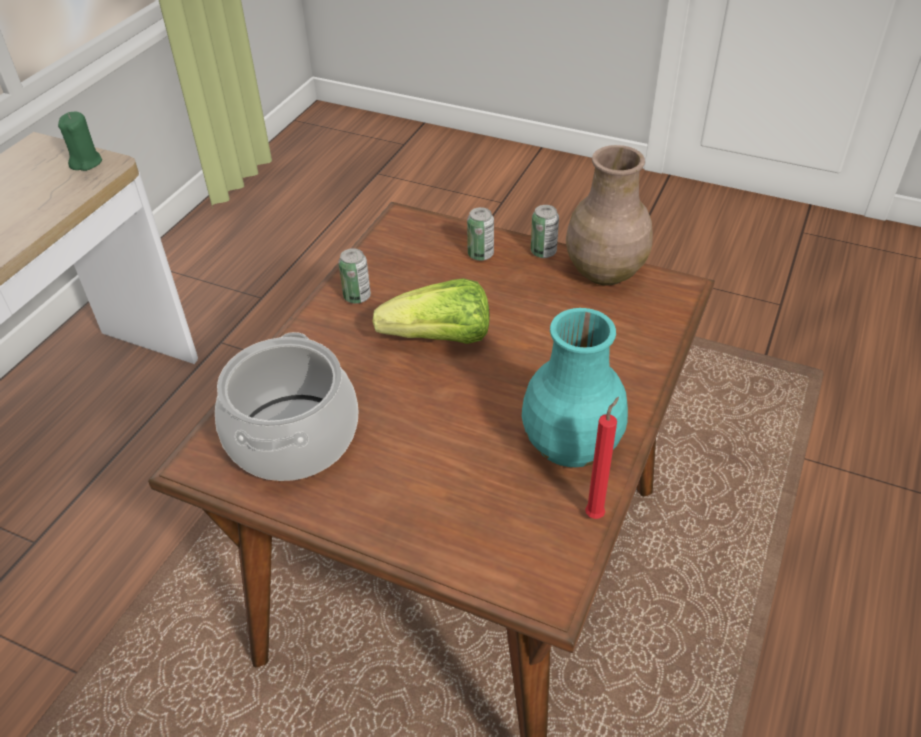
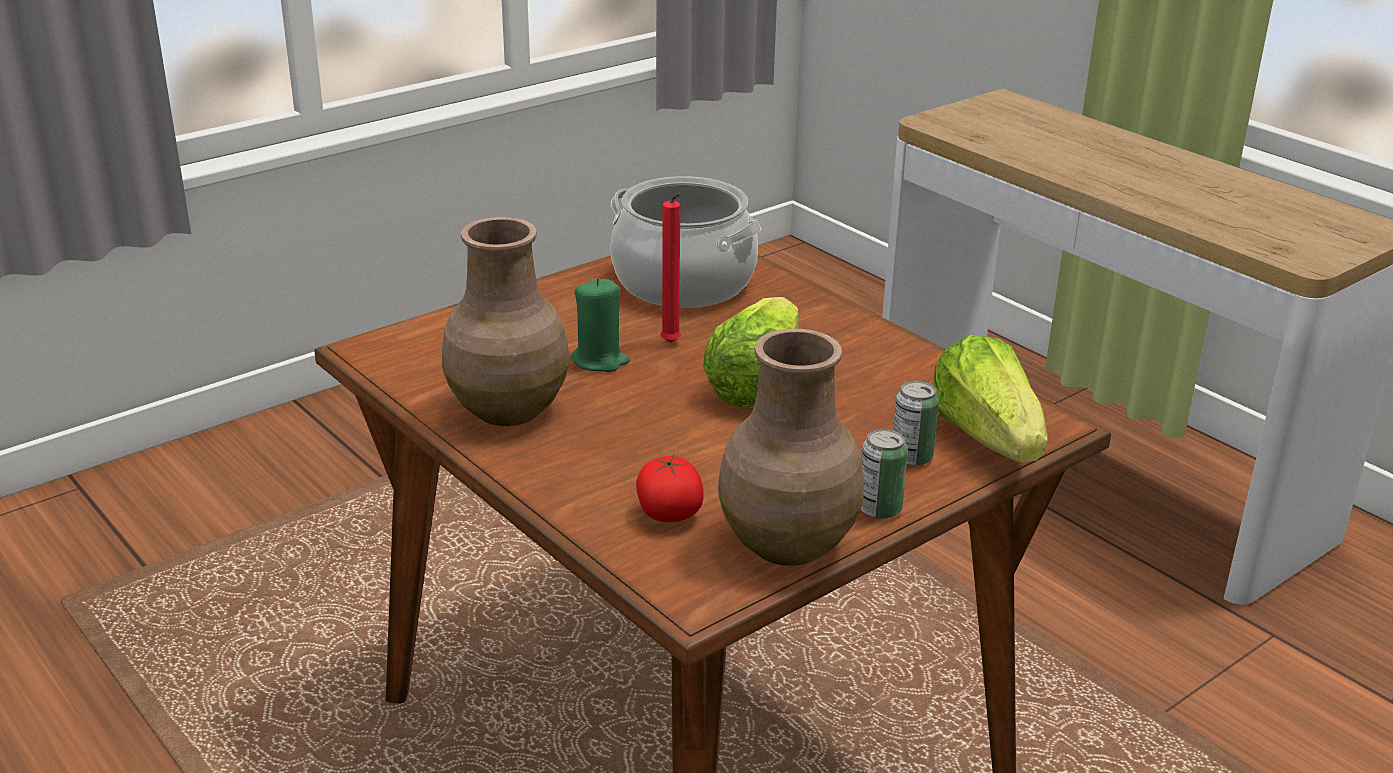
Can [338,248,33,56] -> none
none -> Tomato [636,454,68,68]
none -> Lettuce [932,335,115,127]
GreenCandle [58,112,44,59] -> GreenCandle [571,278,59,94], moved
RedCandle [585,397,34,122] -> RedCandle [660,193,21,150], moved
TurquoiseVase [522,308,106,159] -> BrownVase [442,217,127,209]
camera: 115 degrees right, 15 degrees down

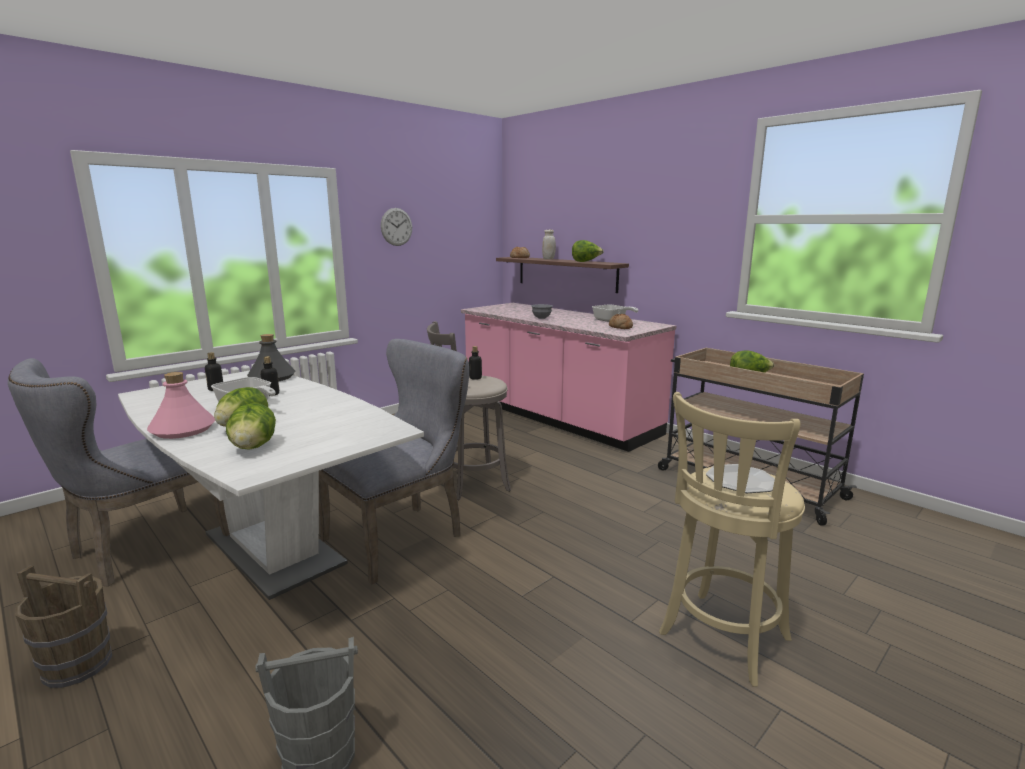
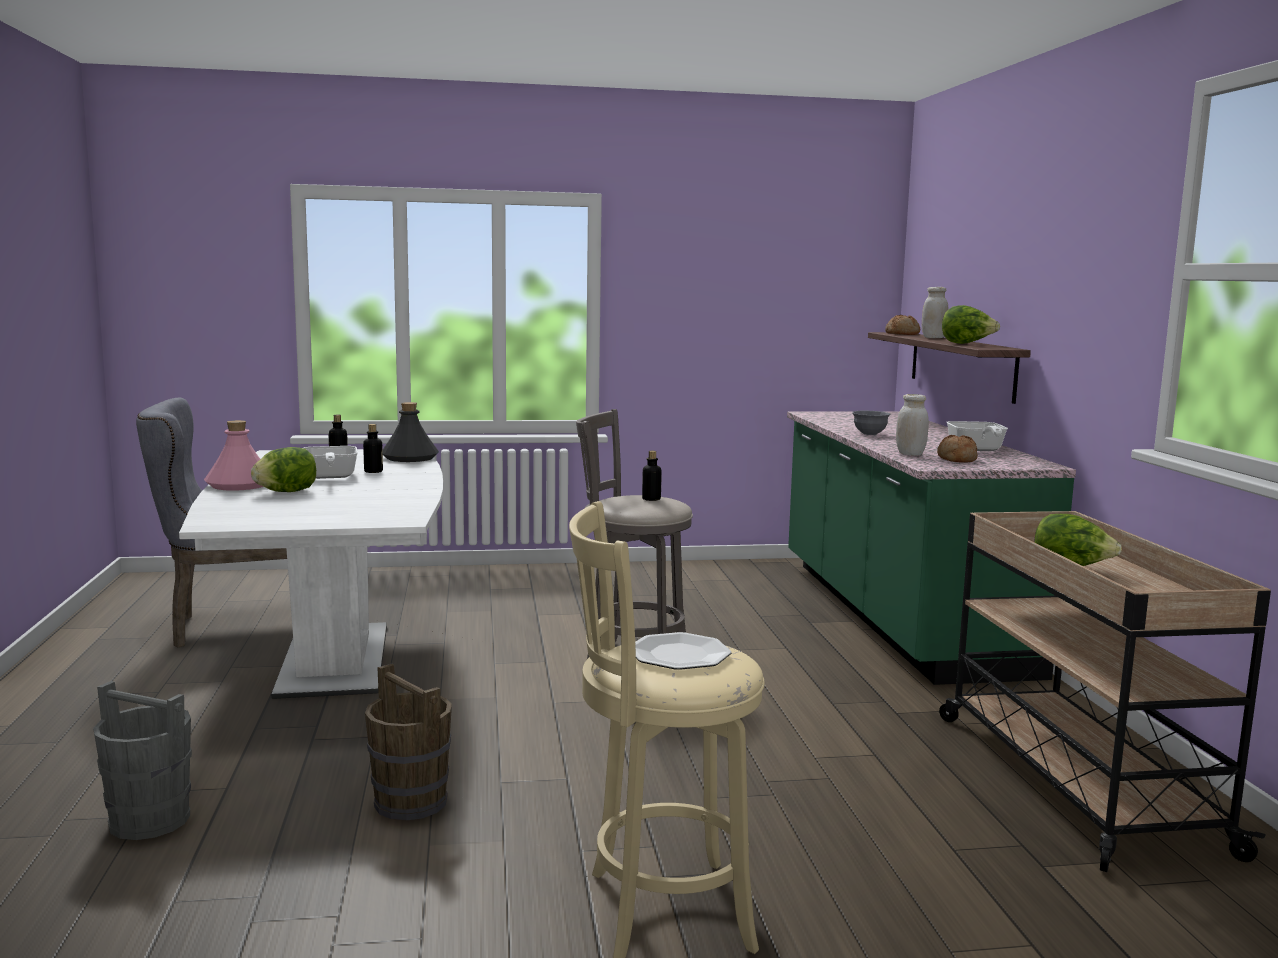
Lettuce [226,403,50,47] -> none
GreyChair [319,339,150,245] -> none
WallClock [381,208,31,38] -> none
none -> WhiteJar [896,394,33,62]
BrownBucket [15,565,97,123] -> BrownBucket [365,664,87,157], moved
PinkCounter [461,303,215,149] -> GreenCounter [787,411,289,274]
camera: 35 degrees right, 5 degrees down

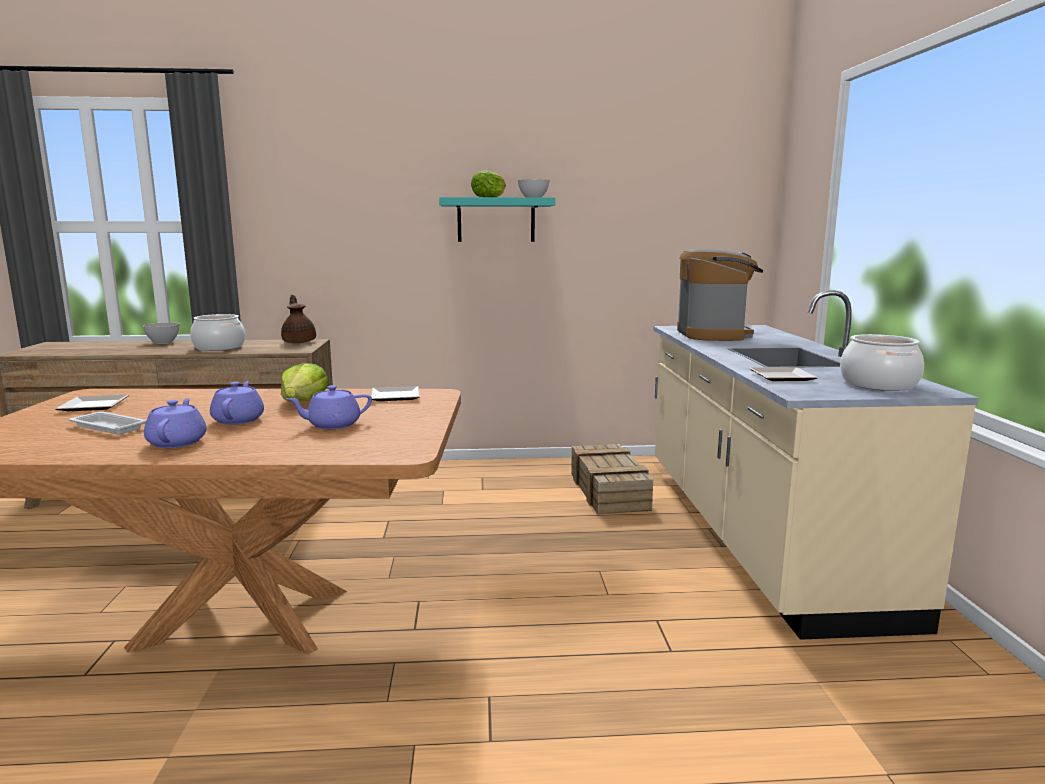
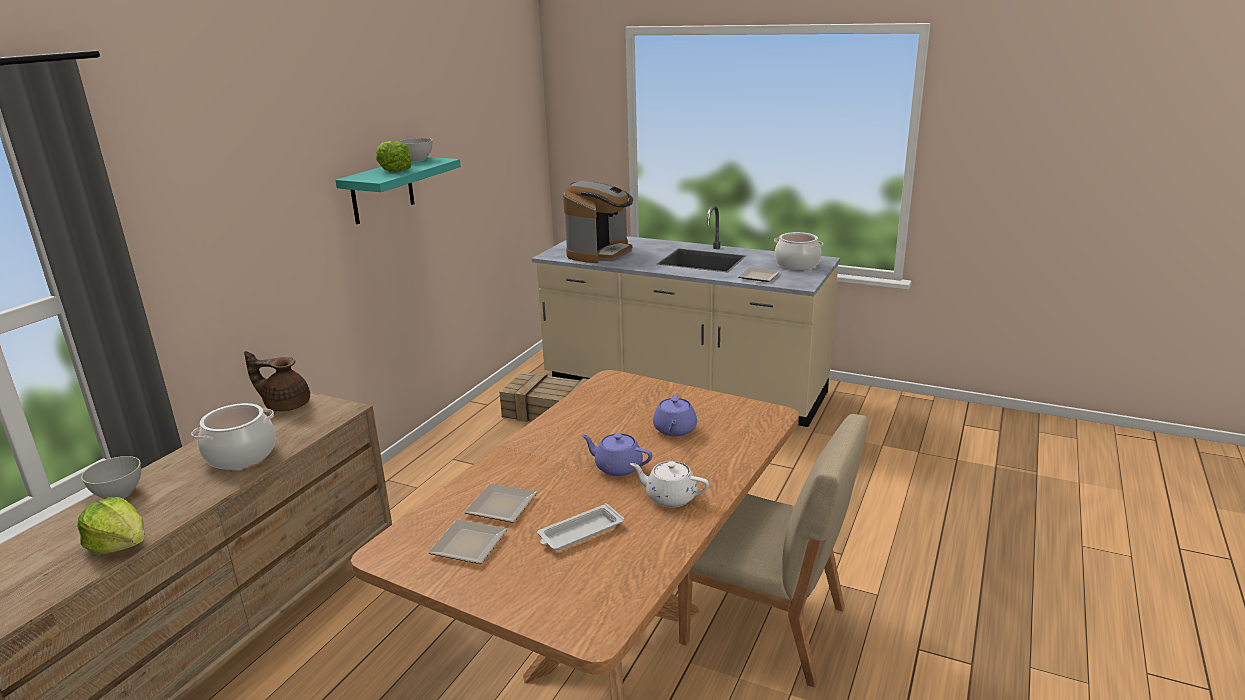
none -> BeigeChair [678,414,191,274]
Lettuce [281,363,48,39] -> Lettuce [78,497,67,57], moved
Plate [371,386,49,15] -> Plate [464,484,73,39], moved
PurpleTeapot [144,398,62,50] -> WhiteTeapot [630,461,79,46]
CoffeeMachine [677,249,86,92] -> CoffeeMachine [563,181,70,82], 90 degrees clockwise
camera: 60 degrees left, 10 degrees up

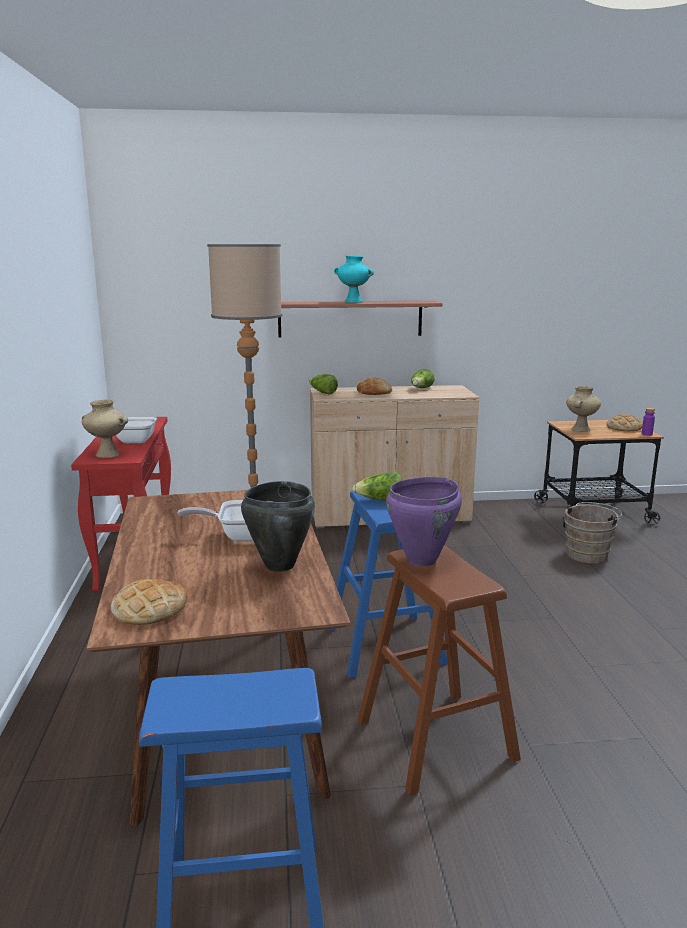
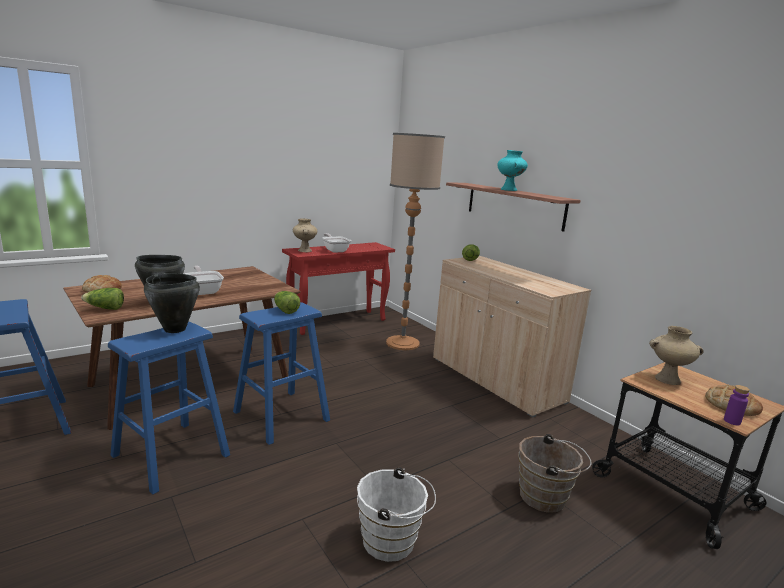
Bread [357,378,35,17] -> none
none -> WhiteBucket [357,467,79,95]
Lettuce [411,369,24,19] -> Lettuce [81,288,43,22], moved
BrownStool [357,545,164,251] -> BlueStool [108,322,122,172]
PurpleCookingPot [386,477,76,90] -> BlackCookingPot [144,273,56,60]
camera: 60 degrees right, 0 degrees up

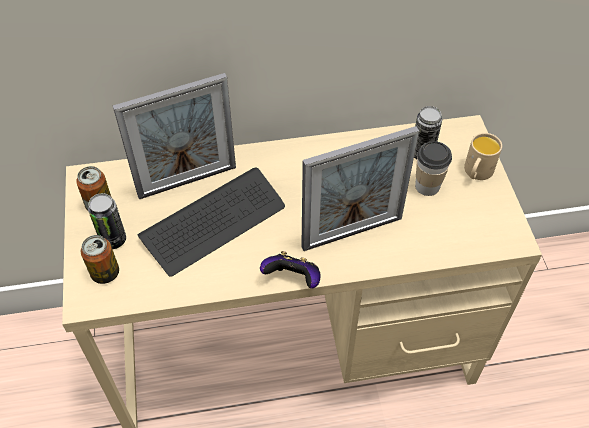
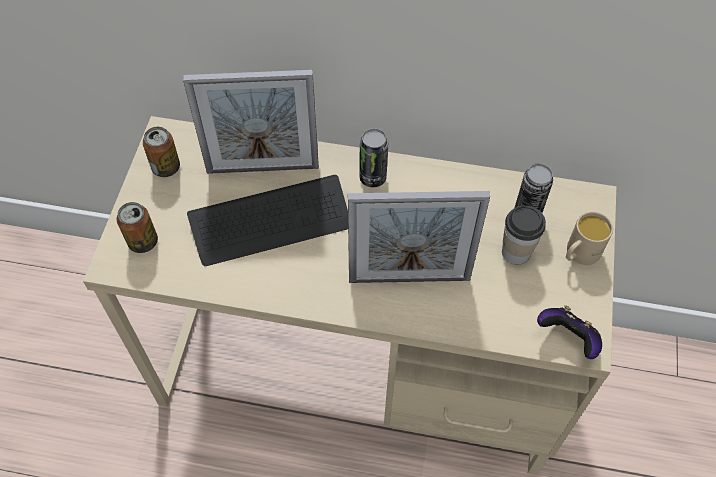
Can [88,193,38,56] -> Can [359,128,29,60], moved
GameController [260,251,61,37] -> GameController [537,305,65,54], moved
camera: 20 degrees right, 5 degrees up

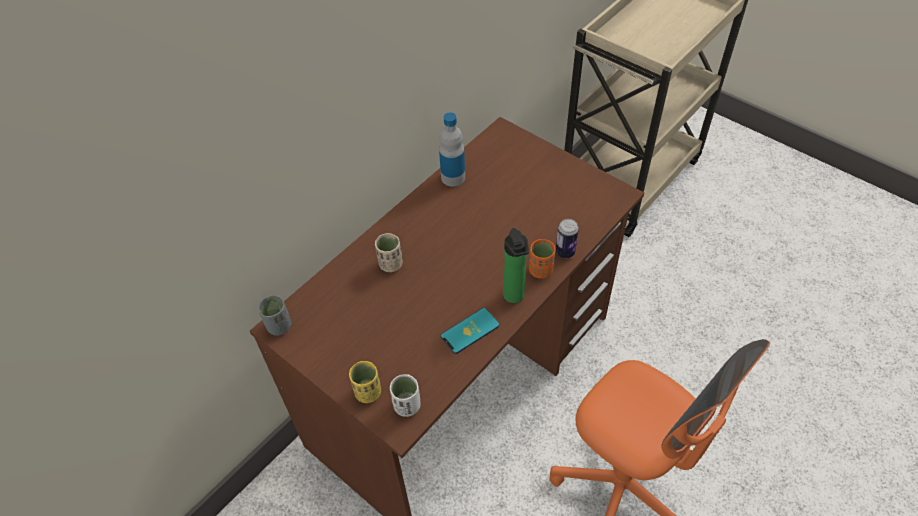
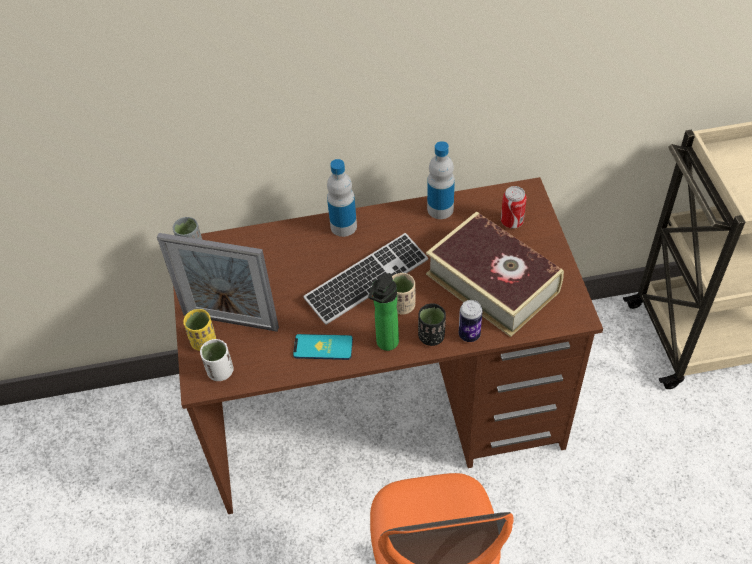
none -> PictureFrame [157,233,122,99]
none -> Keyboard [303,233,125,92]
none -> Bottle [327,159,30,78]
none -> Book [426,211,138,126]
none -> Can [501,186,25,42]
BeigeCup [375,233,28,39] -> BeigeCup [392,273,23,42], moved
OrangeCup [529,239,27,40] -> BlackCup [418,303,28,43]
camera: 40 degrees right, 0 degrees up

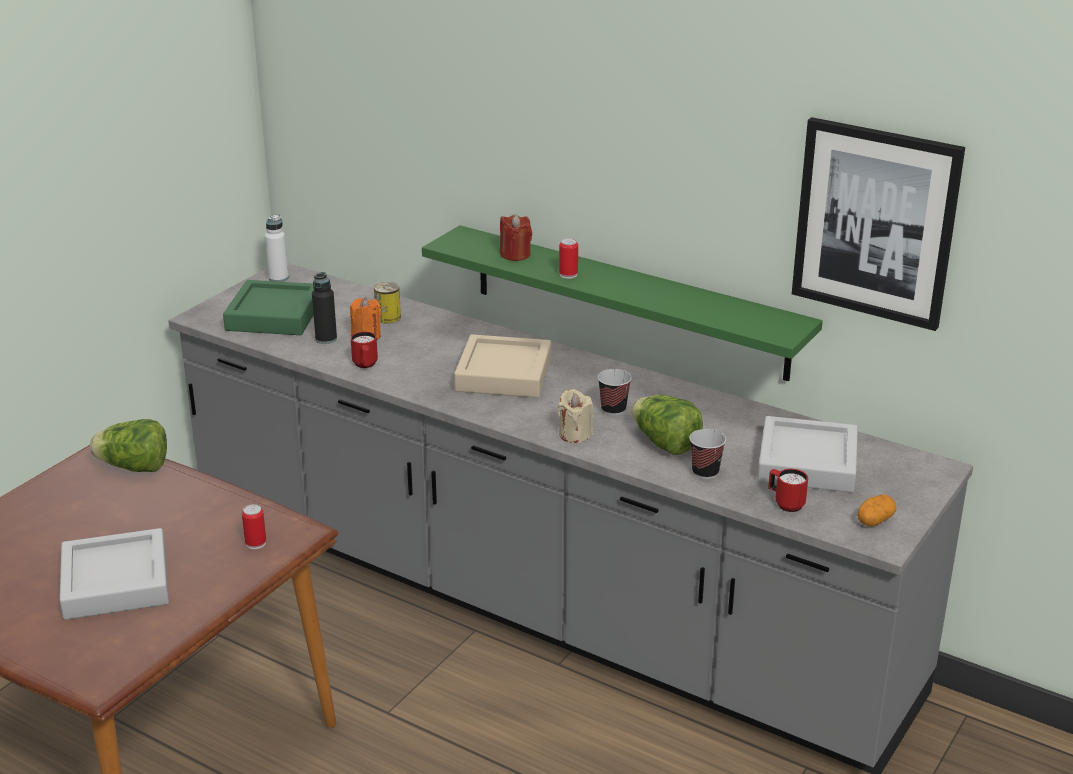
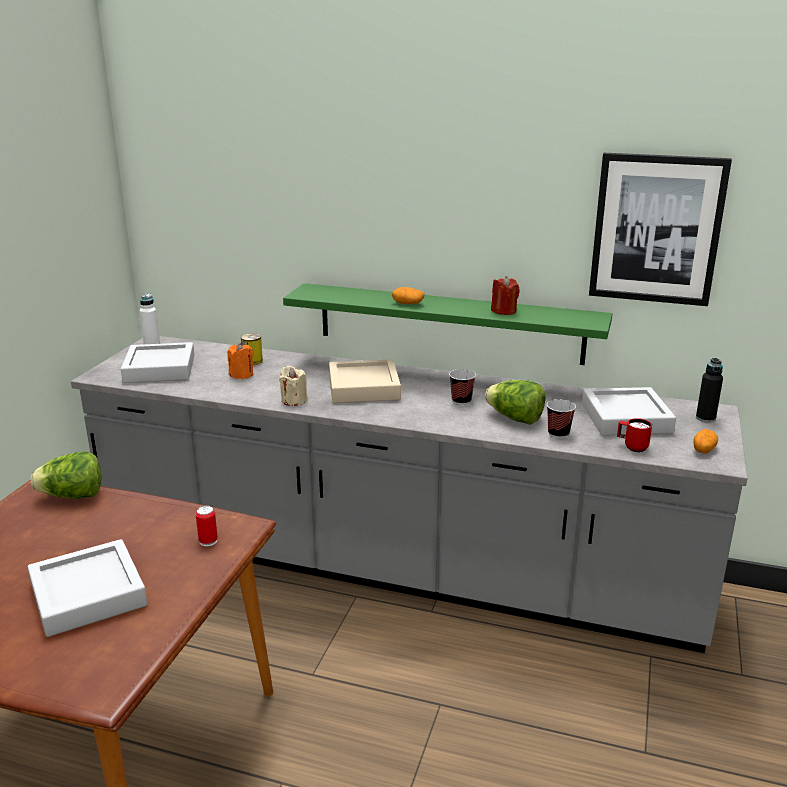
RedMug [351,332,27,36] -> none
BlackBottle [312,272,25,72] -> BlackBottle [696,358,27,64], moved
RedCandle [500,214,32,47] -> RedCandle [491,276,29,39], moved
BeigeCandle [558,389,36,54] -> BeigeCandle [279,366,28,40], moved
Can [559,238,19,41] -> Potato [392,287,32,17]
GreenTray [223,280,91,55] -> GreyTray [121,342,73,41]
camera: 15 degrees left, 5 degrees down

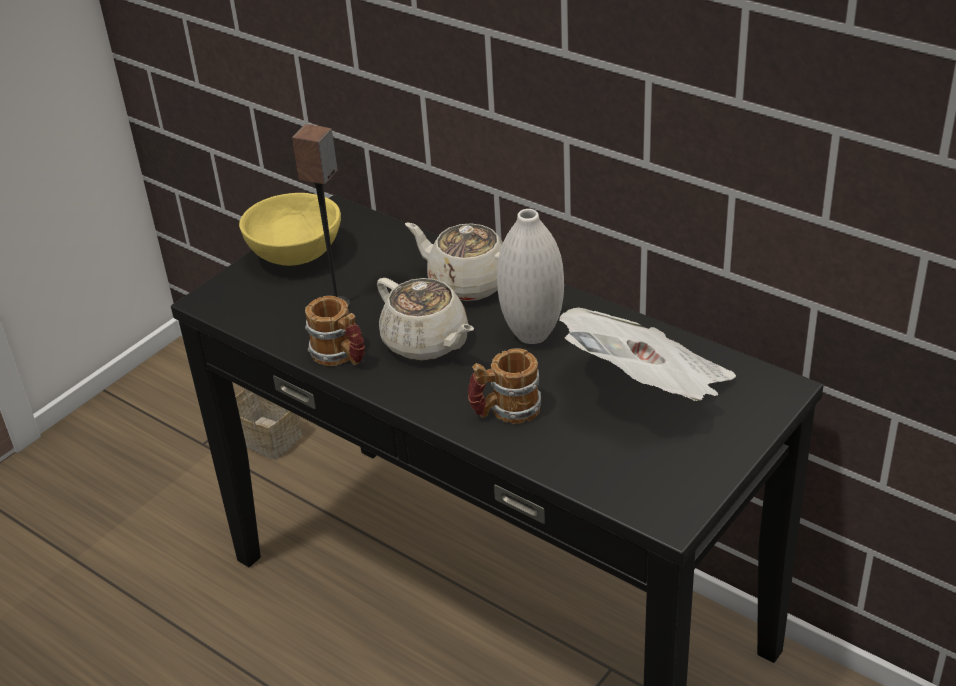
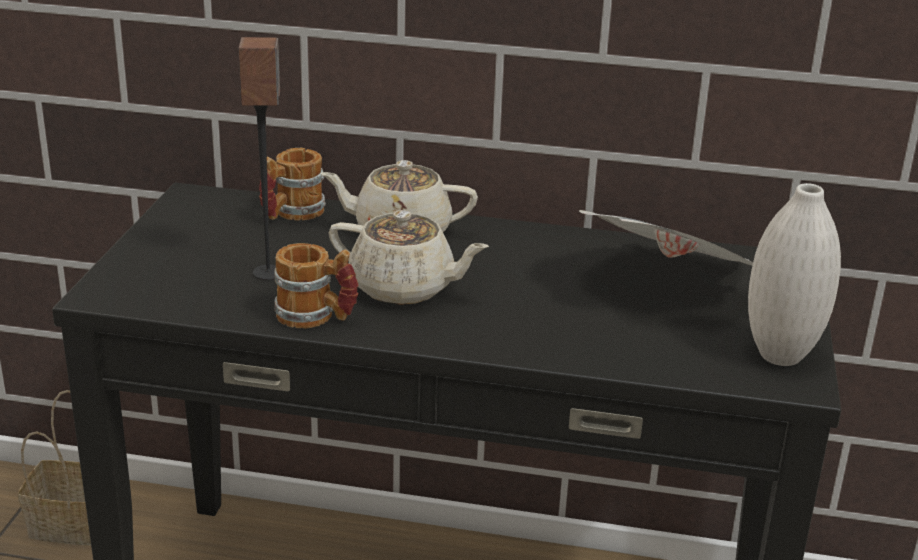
YellowBowl [239,193,102,73] -> none
Mug [468,348,73,76] -> Mug [259,148,67,73], moved
WhiteVase [497,209,67,135] -> WhiteVase [748,183,93,183], moved
camera: 30 degrees left, 10 degrees down

